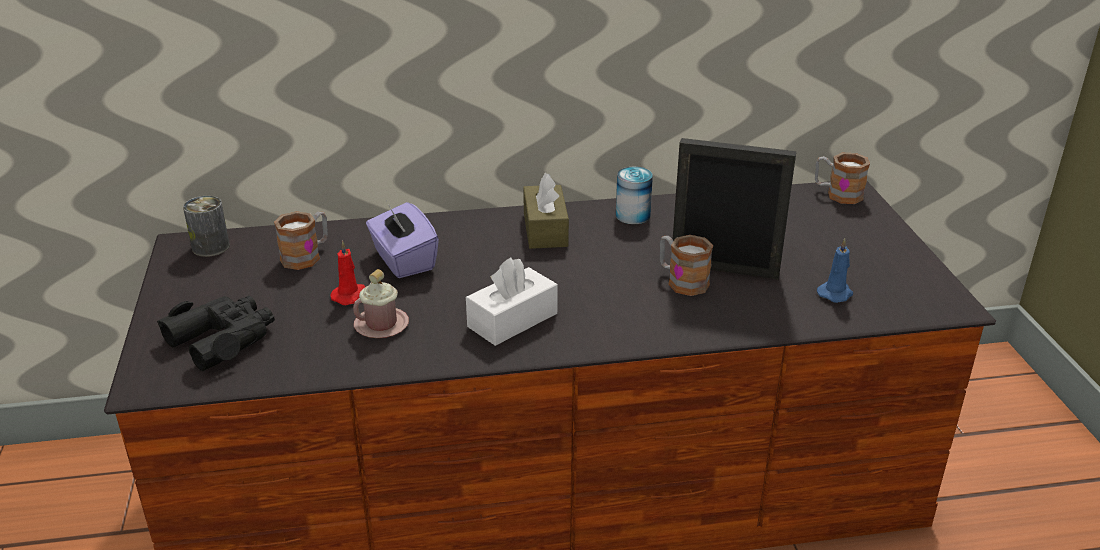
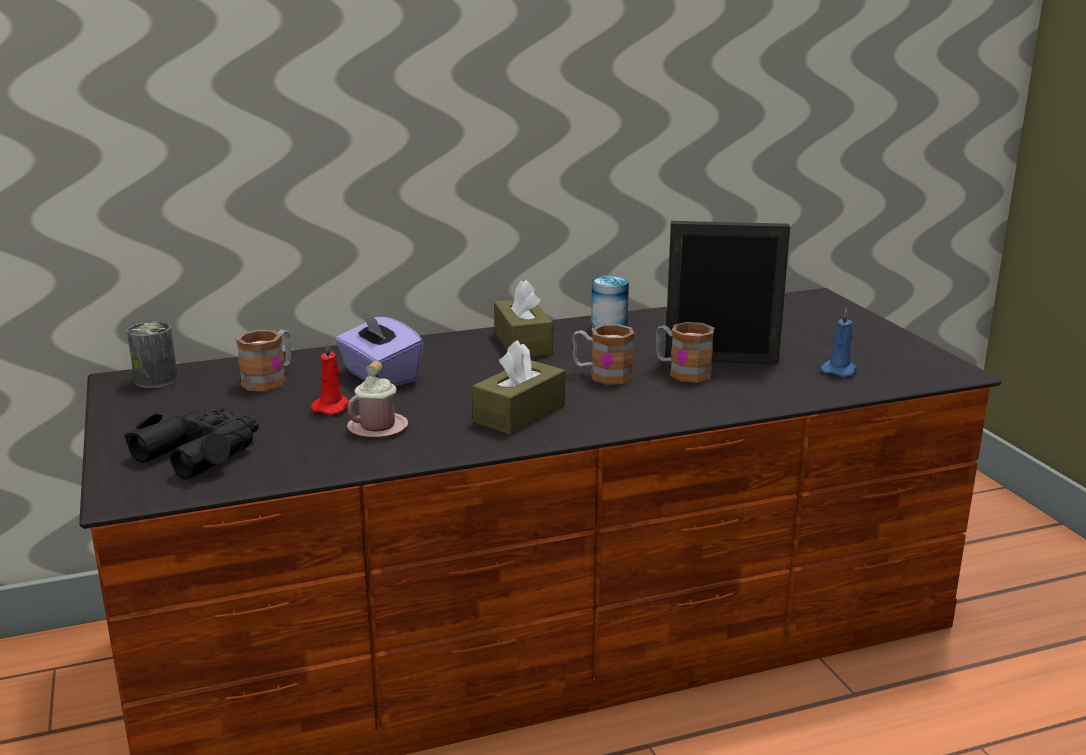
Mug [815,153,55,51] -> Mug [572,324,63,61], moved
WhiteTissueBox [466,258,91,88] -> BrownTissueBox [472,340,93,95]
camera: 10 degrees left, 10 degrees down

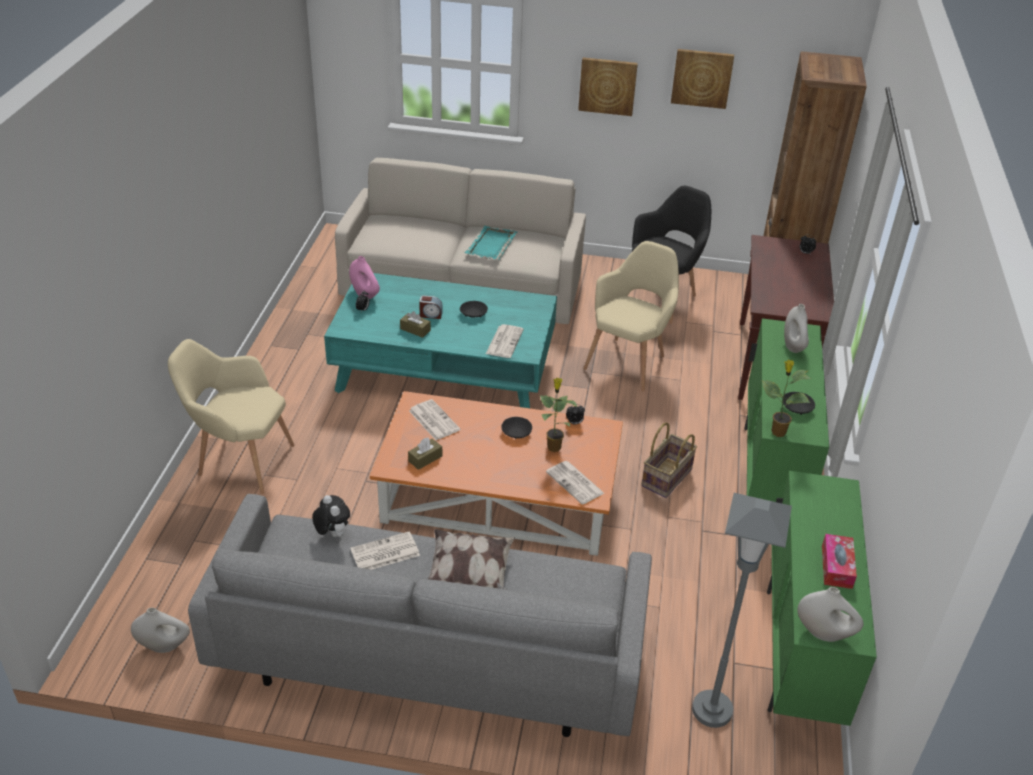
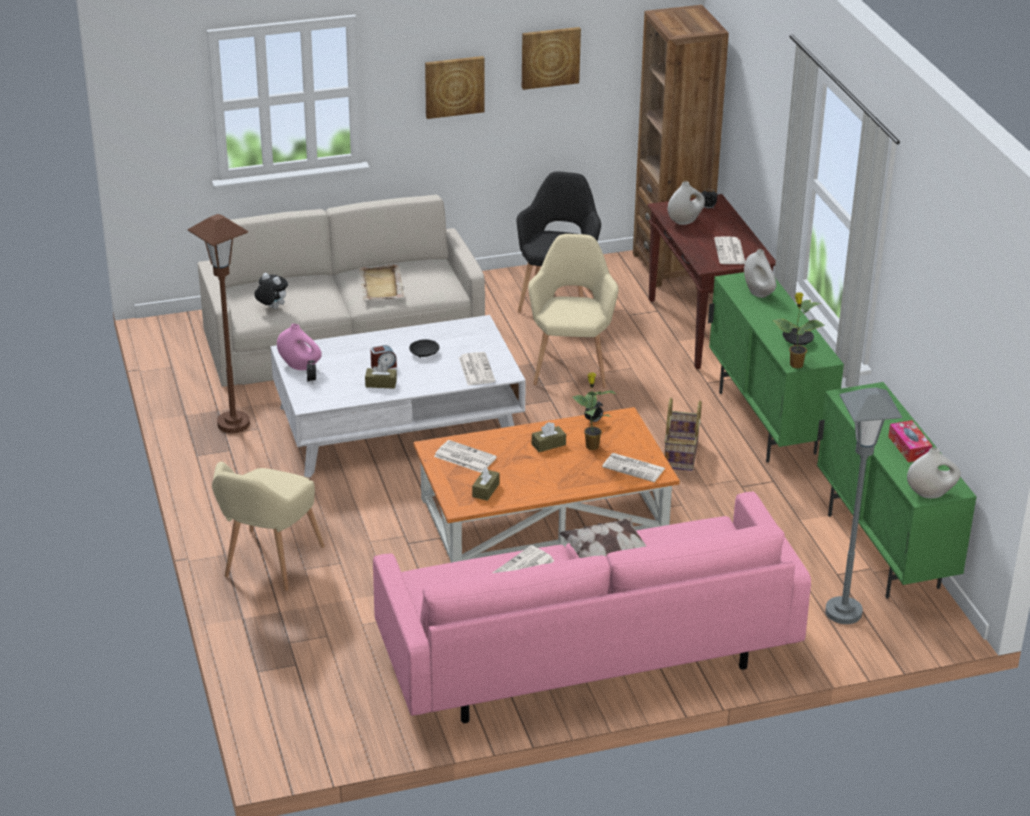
none -> BrownFloorLamp [188,214,62,219]
none -> Newspaper [714,236,31,28]
WhiteVase [131,608,59,45] -> WhiteVase [668,181,37,44], moved
PlushToy [312,495,38,42] -> PlushToy [254,273,34,36], moved
BlackBowl [501,417,31,22] -> BrownTissueBox [532,422,34,30]
GreySofa [188,494,464,243] -> PinkSofa [373,492,438,231]
TurquoiseCoffeeTable [324,273,233,135] -> WhiteCoffeeTable [270,315,256,163]
TurquoiseTray [465,226,53,34] -> BeigeTray [359,264,45,36]
BeigeArmchair [168,339,127,155] -> BeigeArmchair [212,462,113,129], 60 degrees counterclockwise
camera: 25 degrees left, 5 degrees down

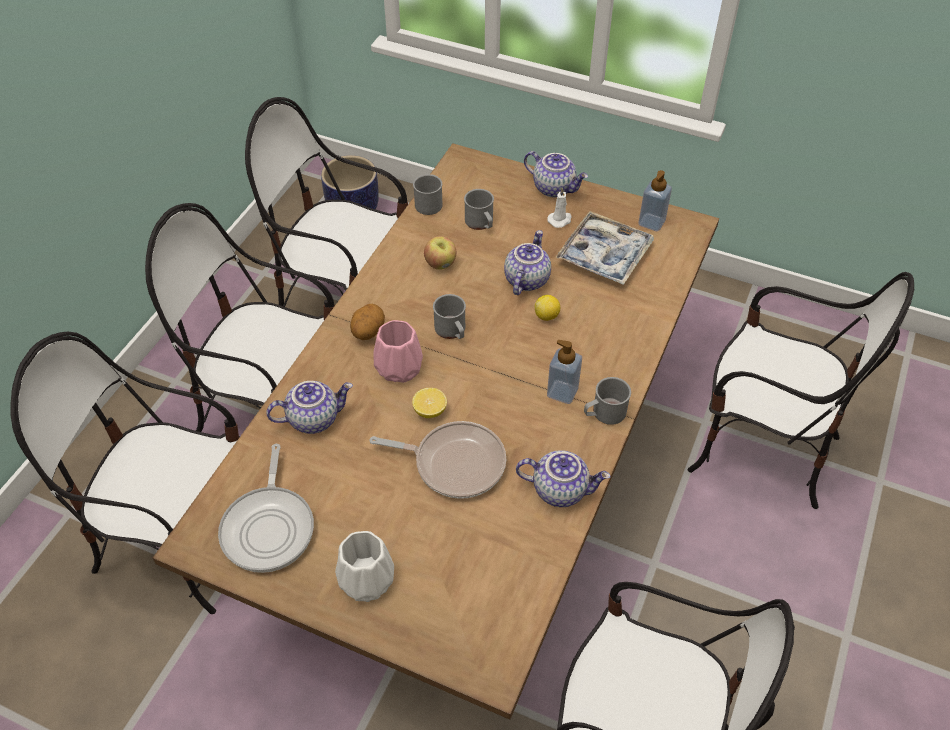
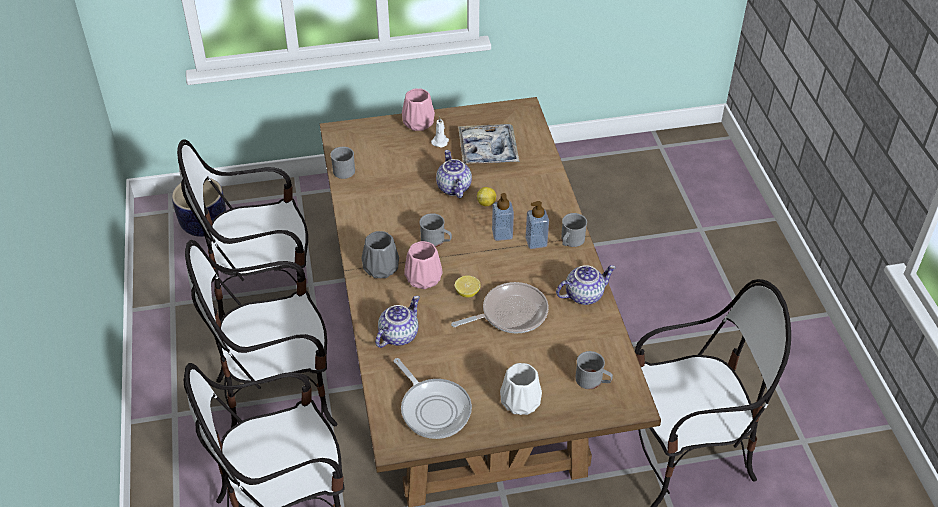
Apple [424,236,32,34] -> none
Chair [688,272,226,237] -> none
GreyMug [464,189,30,41] -> GreyMug [575,351,38,38], moved
SoapDispenser [638,170,34,61] -> SoapDispenser [492,193,22,48], moved
Potato [350,304,35,36] -> GreyVase [362,231,37,48]
Teapot [524,151,64,46] -> PinkVase [402,88,33,43]
camera: 35 degrees left, 5 degrees down

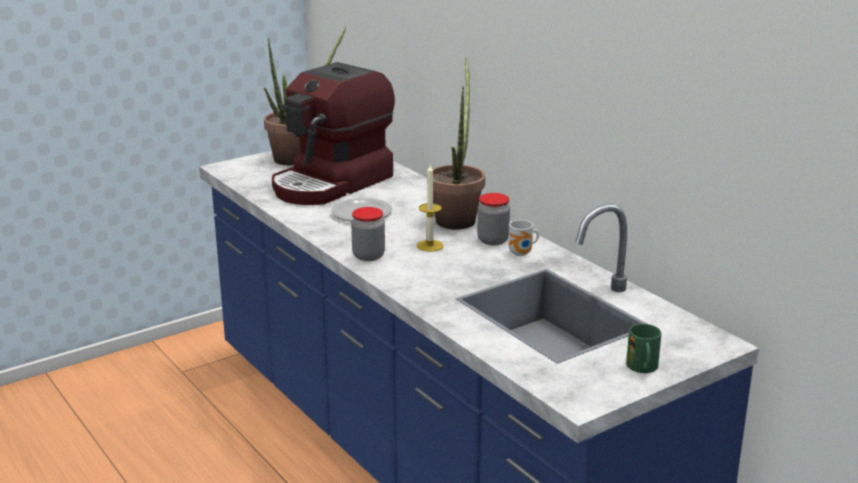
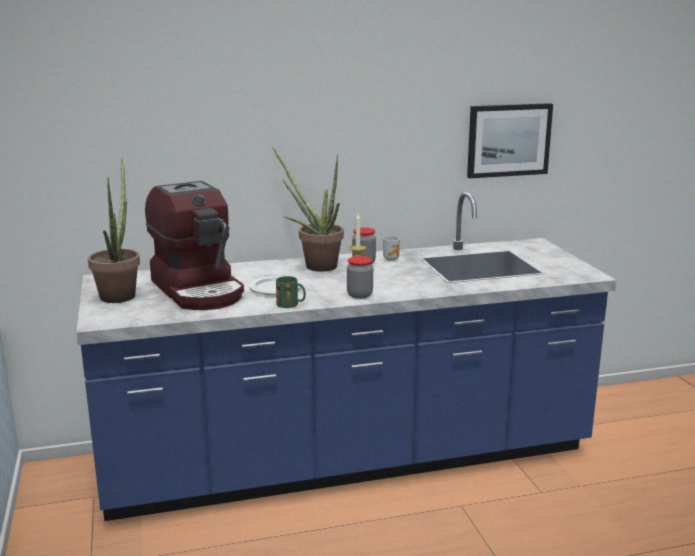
none -> Picture [467,103,86,75]
GreenMug [626,324,35,49] -> GreenMug [276,276,30,32], moved
camera: 70 degrees left, 5 degrees down

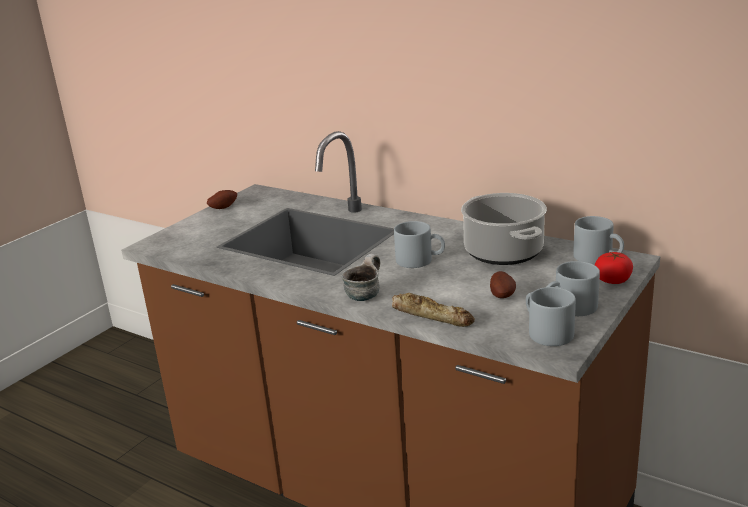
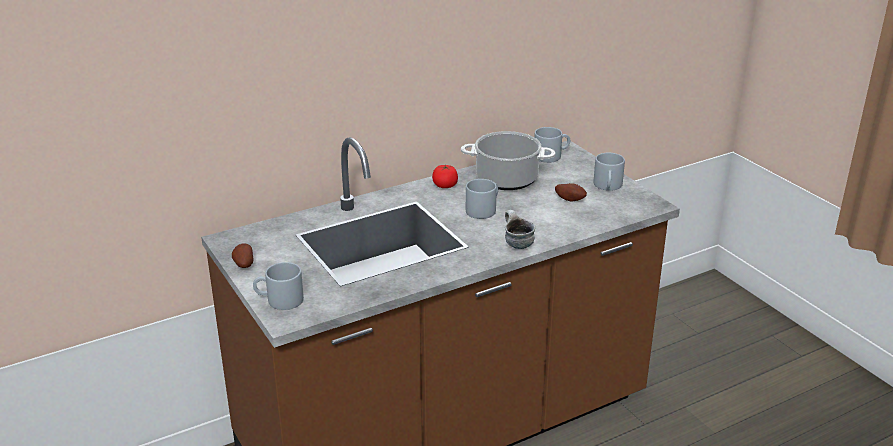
Bread [392,293,83,34] -> none
GreyMug [526,287,50,59] -> GreyMug [253,262,51,48], moved
Tomato [595,252,38,32] -> Tomato [432,165,26,23], moved
camera: 65 degrees left, 5 degrees up

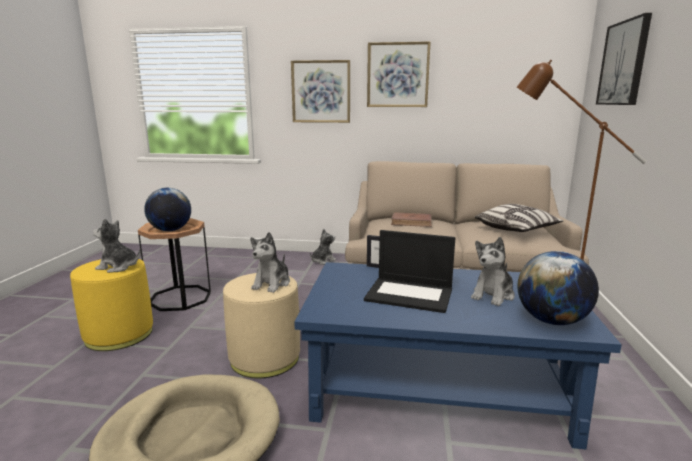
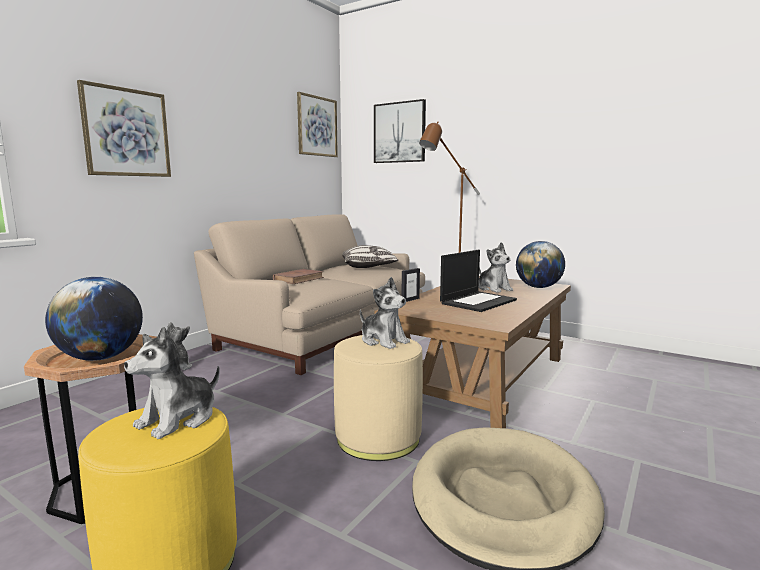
Picture [367,41,64,66] -> Picture [297,92,41,65], moved
BlueCoffeeTable [294,262,328,187] -> BrownCoffeeTable [375,276,196,152]
camera: 65 degrees left, 5 degrees down

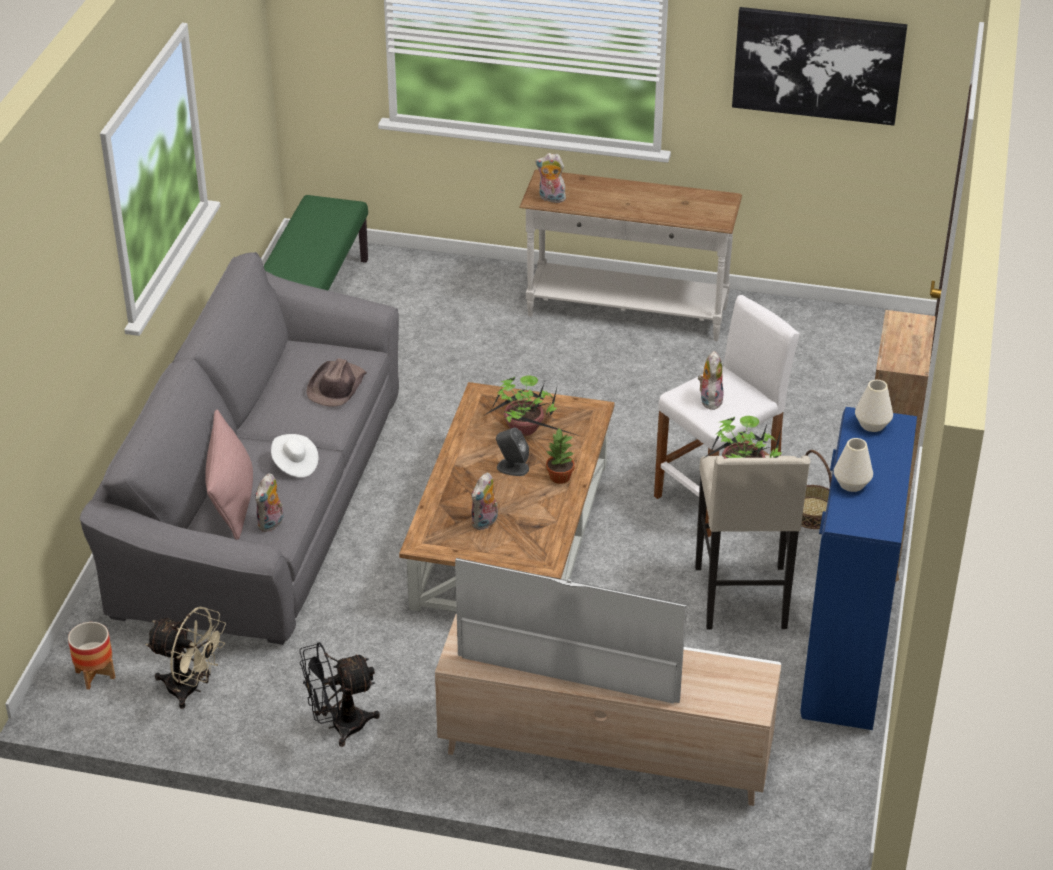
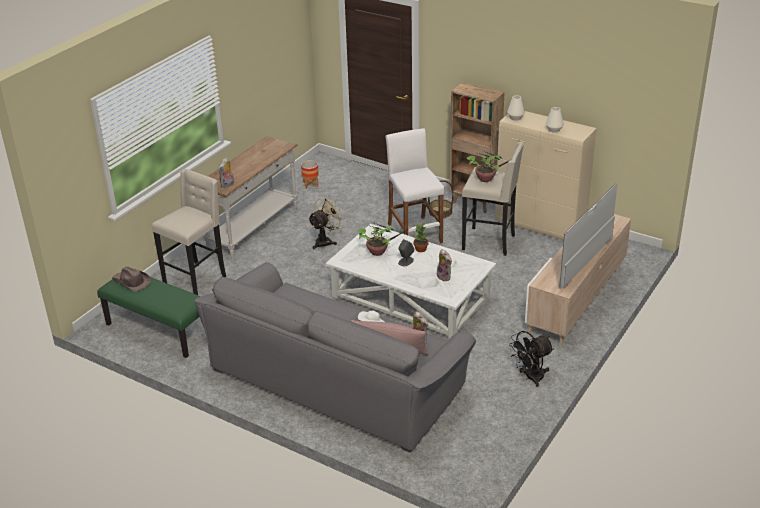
PlushToy [698,351,25,59] -> none
Picture [732,7,175,119] -> none
none -> BeigeStool [152,169,74,126]
Planter [68,622,47,68] -> Planter [301,160,18,29], moved
BeigeFan [145,607,81,102] -> BeigeFan [308,195,37,55], moved
BrownHat [306,358,61,49] -> BrownHat [112,266,39,26], moved
BrownCoffeeTable [399,382,216,230] -> WhiteCoffeeTable [326,224,170,115]
BlueCabinet [801,407,116,323] -> BeigeCabinet [495,111,101,129]
BlackFan [299,642,81,105] -> BlackFan [509,331,45,56], 60 degrees clockwise
camera: 70 degrees left, 5 degrees down

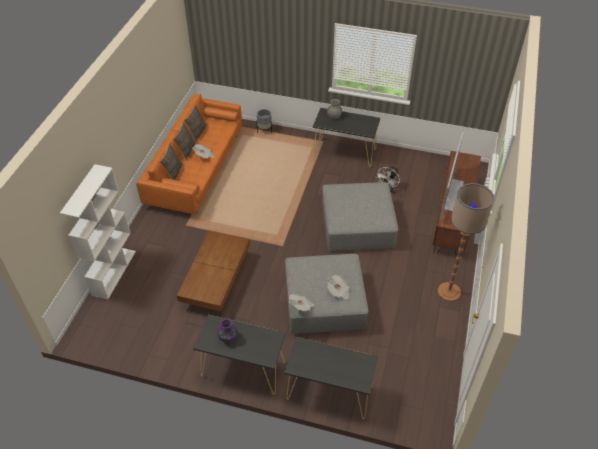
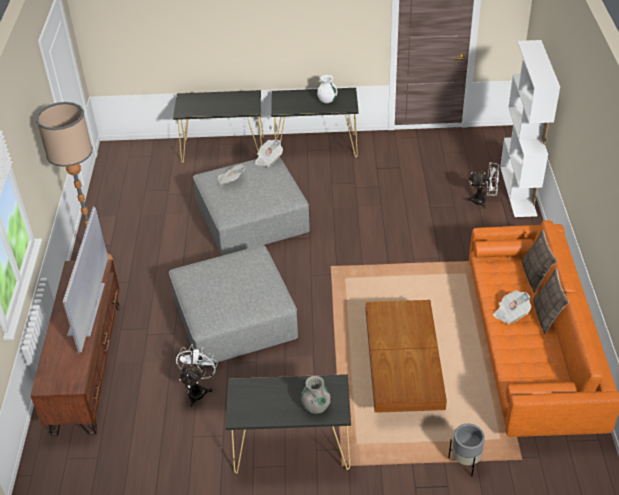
Pillow [184,105,23,37] -> none
none -> WhiteFan [465,162,34,47]
BrownCoffeeTable [176,230,74,81] -> BrownCoffeeTable [366,300,81,113], moved
PurpleVase [217,318,20,25] -> WhiteVase [317,75,20,28]
camera: 165 degrees right, 5 degrees down

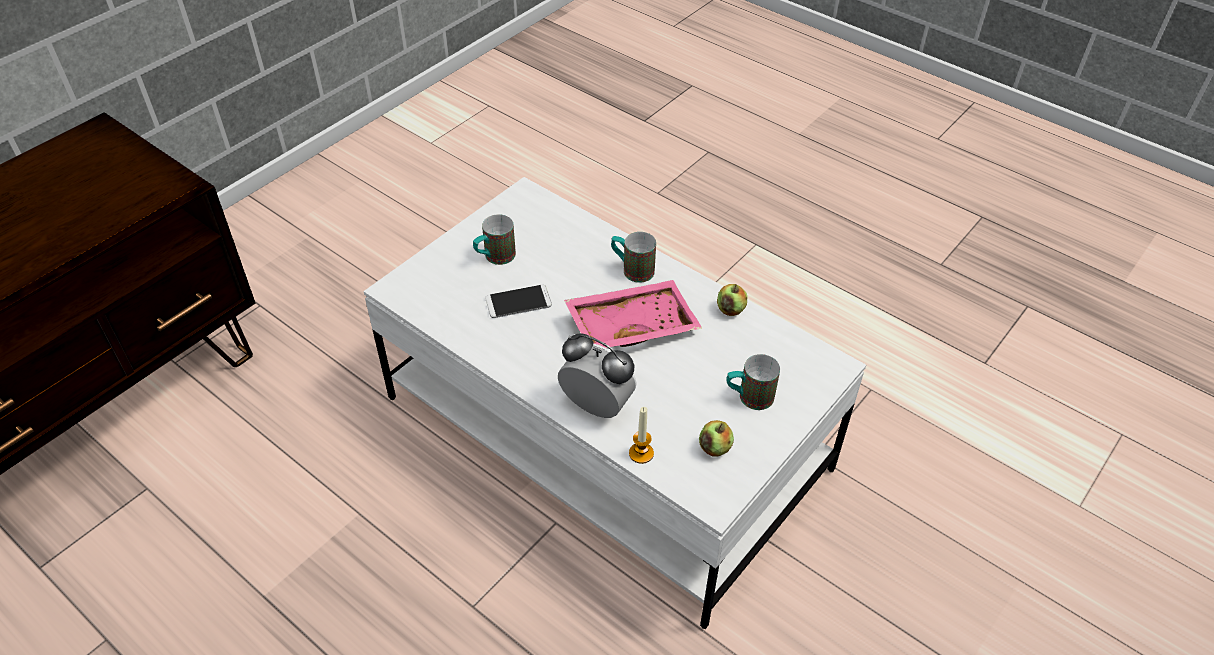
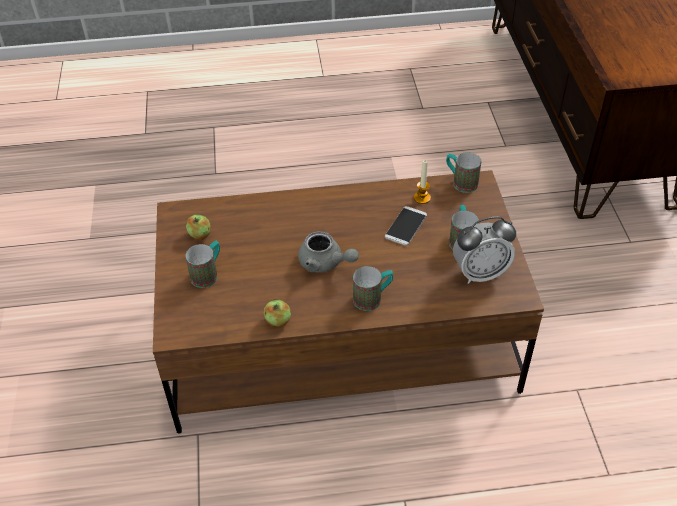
none -> Mug [446,152,35,41]
AlarmClock [558,333,79,85] -> AlarmClock [453,217,63,67], moved
Candle [629,407,25,57] -> Candle [414,160,17,44], moved
PinkTray [564,280,139,68] -> GreyTeapot [298,231,61,42]
WhiteCoffeeTable [363,177,503,452] -> BrownCoffeeTable [153,170,391,263]
camera: 135 degrees right, 0 degrees up

